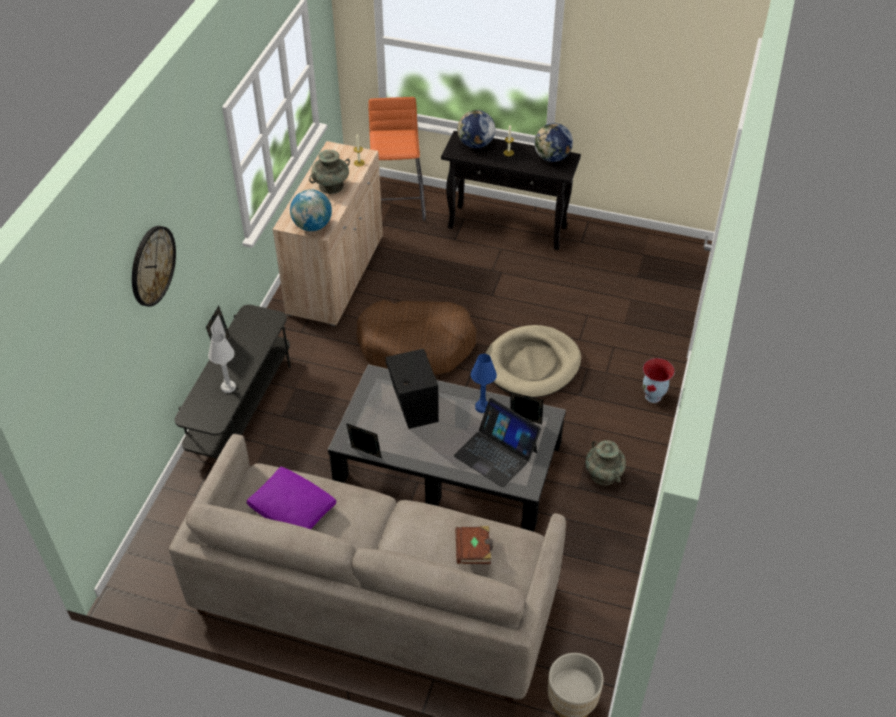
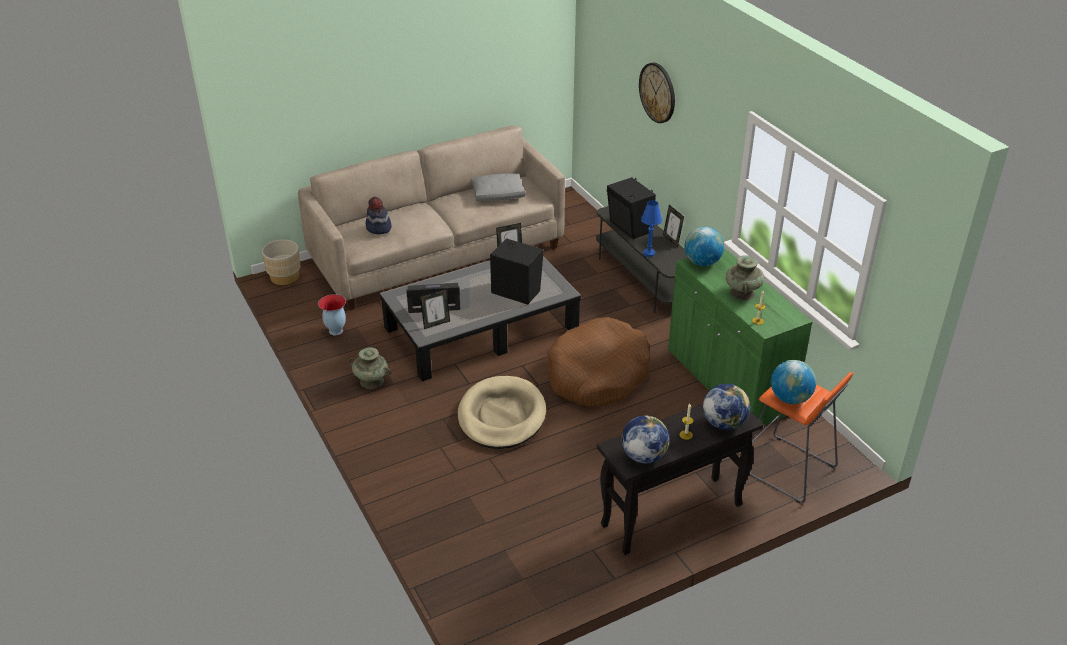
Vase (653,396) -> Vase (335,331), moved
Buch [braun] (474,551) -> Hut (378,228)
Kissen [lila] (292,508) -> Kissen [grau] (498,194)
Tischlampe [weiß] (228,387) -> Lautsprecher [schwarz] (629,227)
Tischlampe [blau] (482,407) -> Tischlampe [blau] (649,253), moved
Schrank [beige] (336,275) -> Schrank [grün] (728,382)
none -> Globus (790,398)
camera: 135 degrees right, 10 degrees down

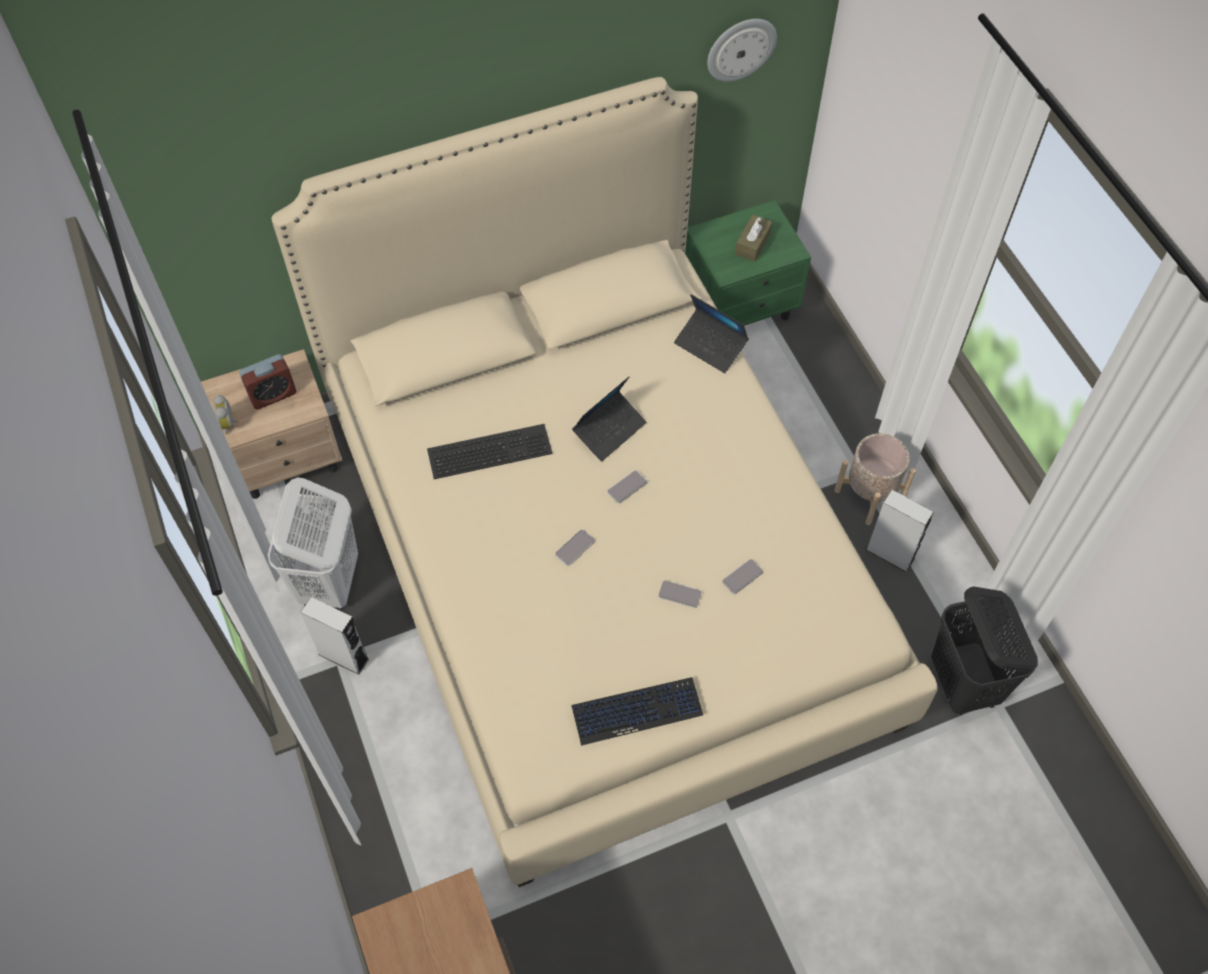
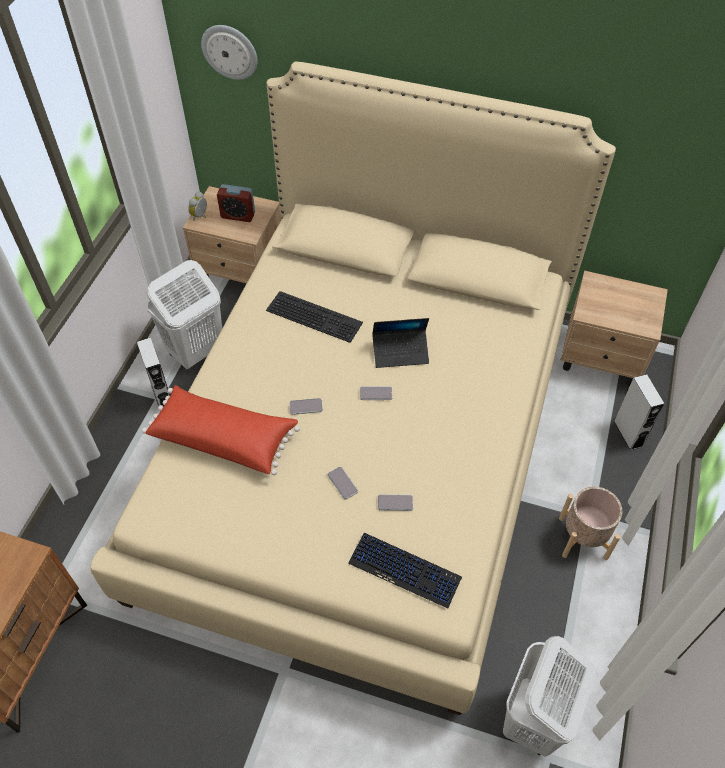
none -> Kissen [rot] (224,437)
Wanduhr (740,48) -> Wanduhr (230,51), moved
Tastatur (637,711) -> Tastatur (405,570), moved
Wäschekorb [schwarz] (963,684) -> Wäschekorb [weiß] (533,720)
Nachttisch [grün] (740,307) -> Nachttisch [beige] (602,358)
Lautsprecher [grau] (890,554) -> Lautsprecher [grau] (628,433), moved
Laptop (710,345) -> none
Taschentuchbox [braun] (752,244) -> none
camera: 40 degrees right, 5 degrees down

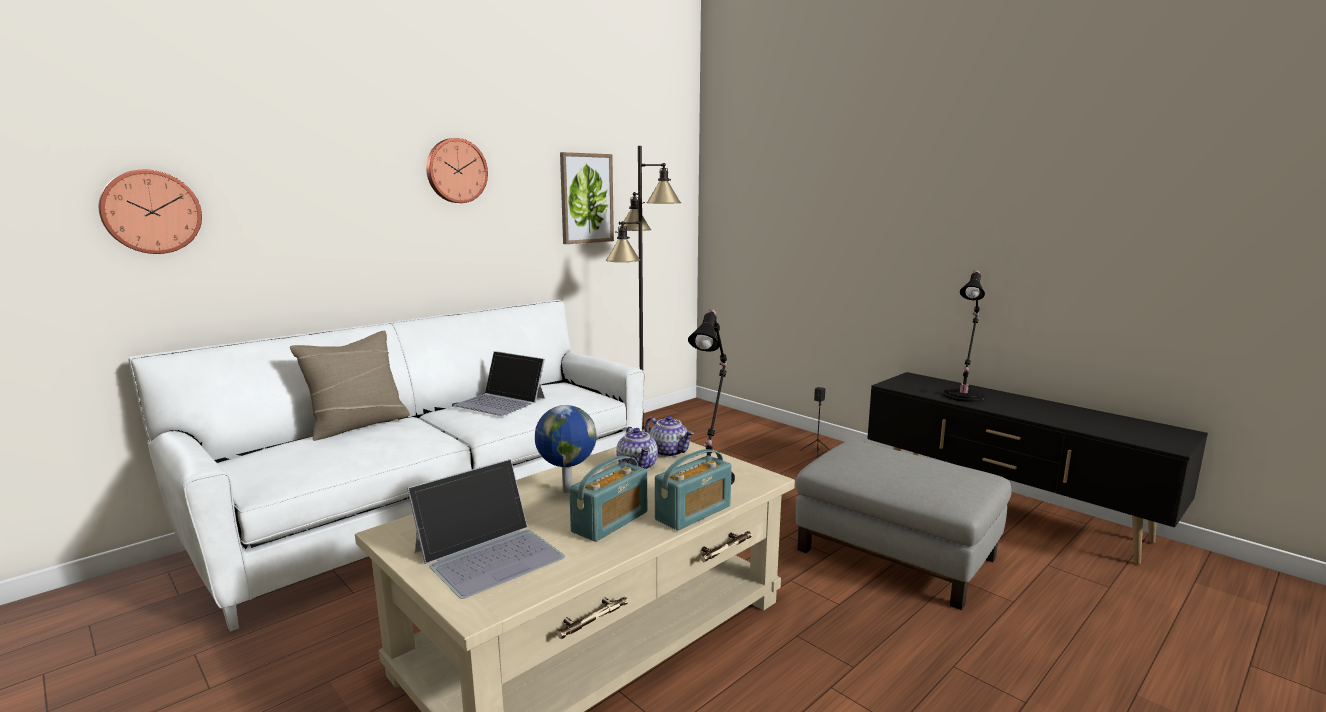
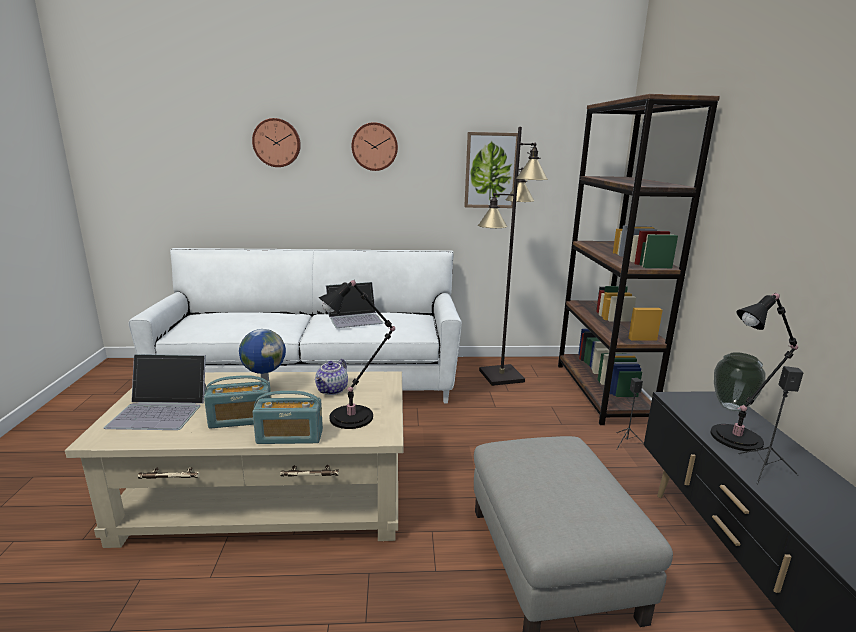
Wanduhr (151,212) -> Wanduhr (277,143), moved
Laptop (501,401) -> Laptop (355,318), 90 degrees counterclockwise
none -> Bücherregal [braun] (602,392)
none -> Vase (732,407)
none -> Lautsprecher [schwarz] (764,470)
Kissen [beige] (358,425) -> none
Teekanne (670,452) -> none
camera: 40 degrees right, 5 degrees up

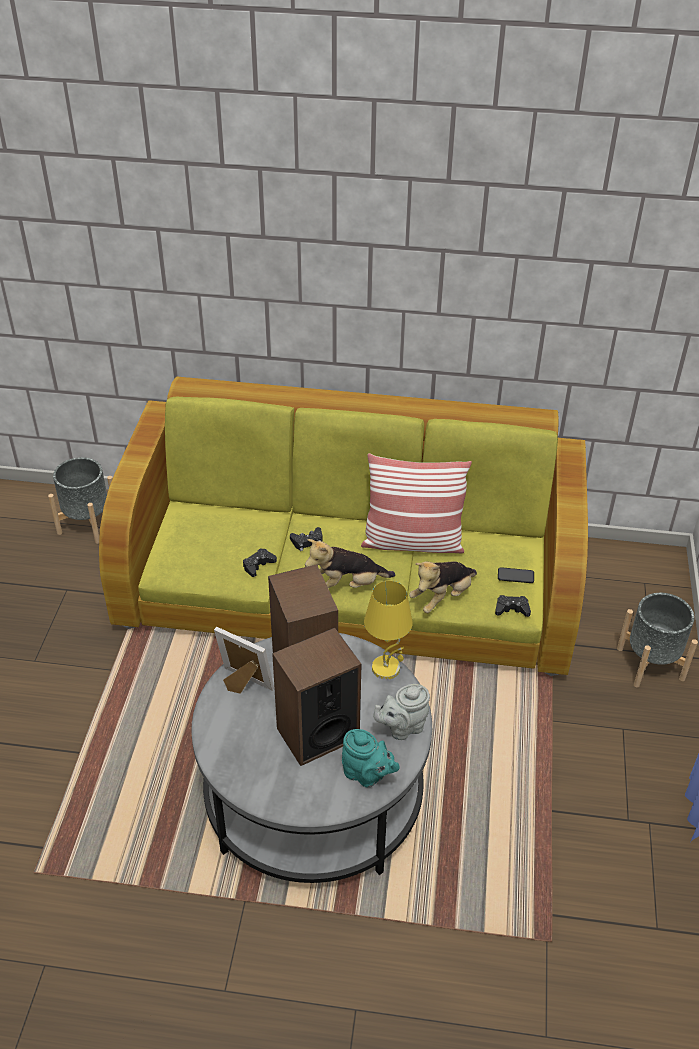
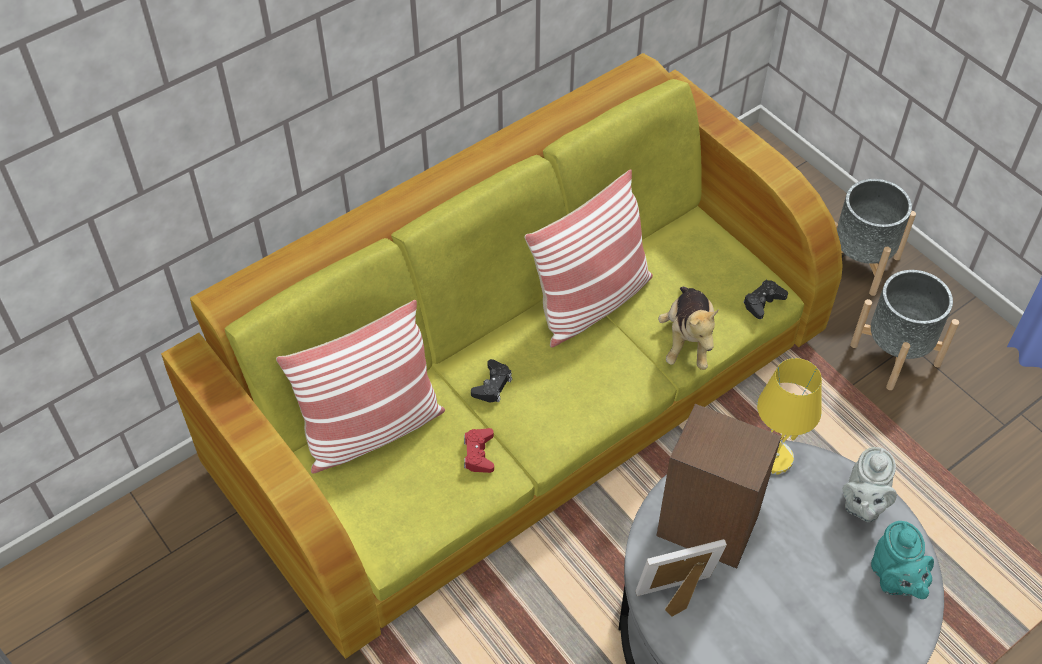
none -> Kissen (372,429)
Gamepad [schwarz] (258,565) -> Gamepad [rot] (479,454)
Pflanzkübel [grau] (88,523) -> Pflanzkübel [grau] (894,354), moved
Teekanne [türkis] (367,775) -> Teekanne [türkis] (895,580), 90 degrees clockwise
Lautsprecher (317,733) -> none
Plüschtier (347,586) -> none
Handy (515,576) -> none
camera: 45 degrees left, 10 degrees up

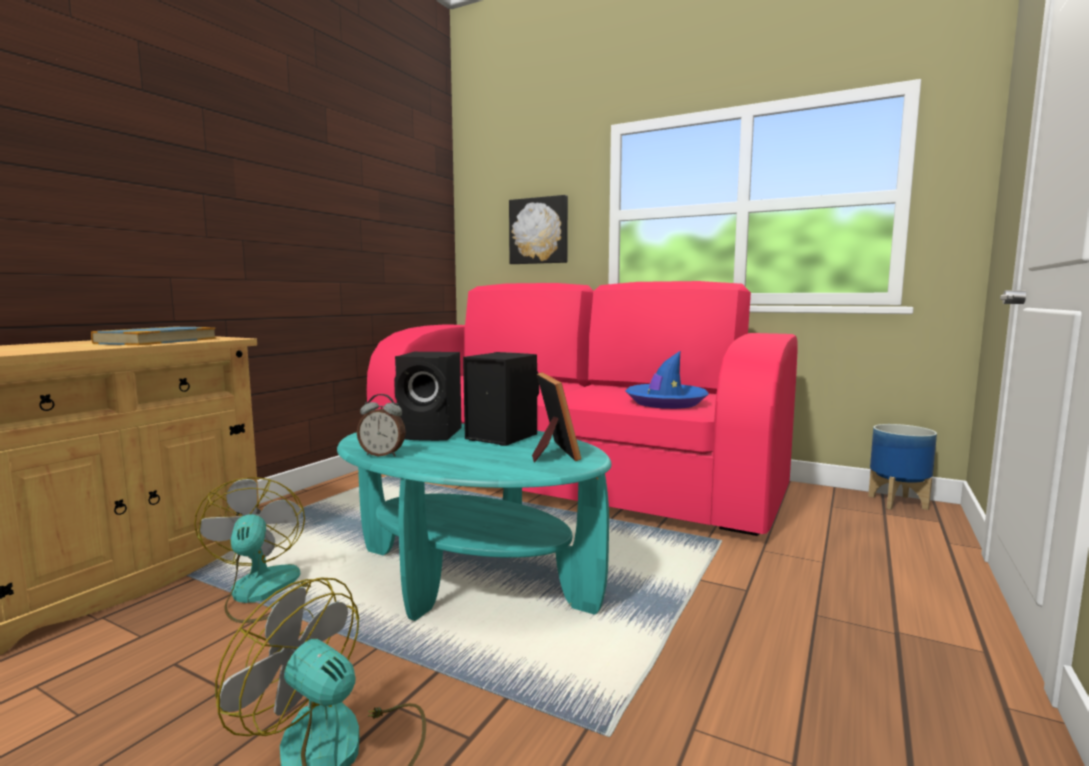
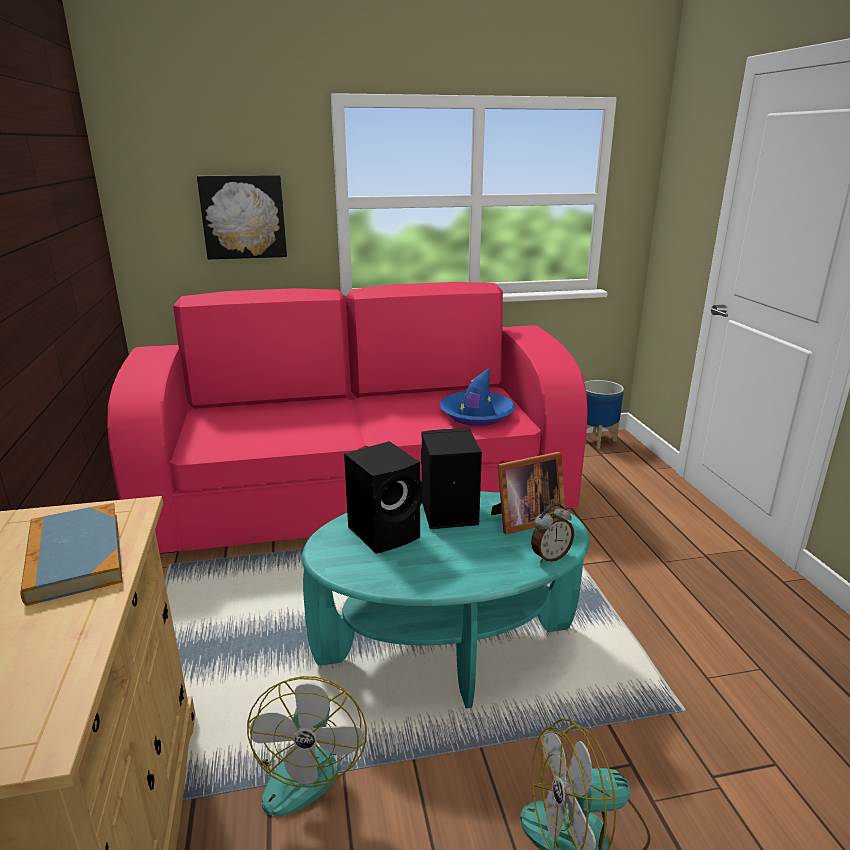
Ventilator (265,594) -> Ventilator (304,764), 120 degrees counterclockwise
Bilderrahmen (552,452) -> Bilderrahmen (524,520), 120 degrees clockwise
Wecker (382,454) -> Wecker (550,556), moved
camera: 40 degrees left, 15 degrees up

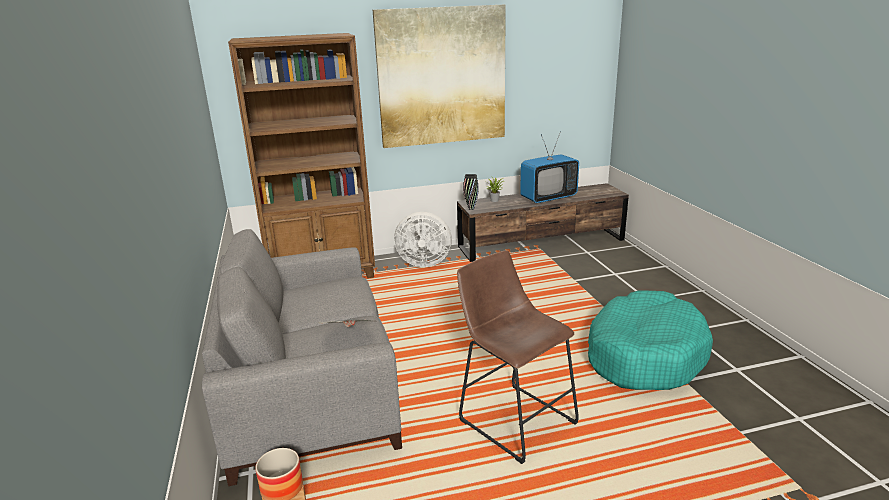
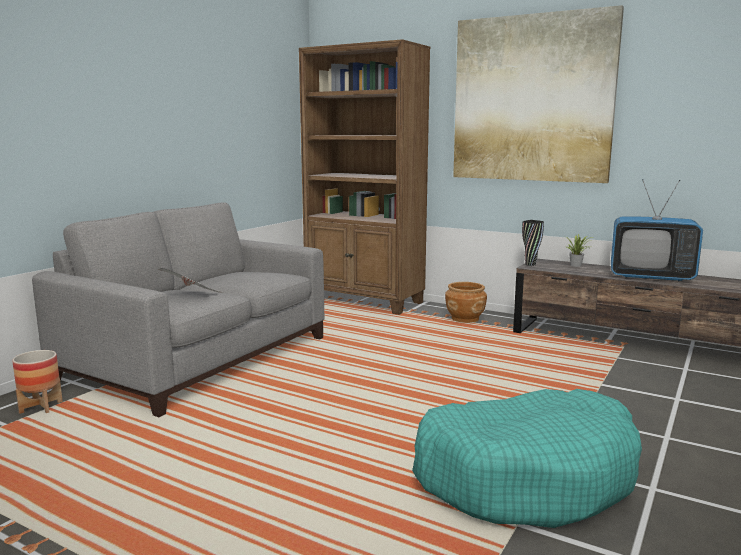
Ventilator [weiß] (423,262) -> Pflanzkübel [braun] (465,319)
Hocker [braun] (513,418) -> none
camera: 45 degrees right, 10 degrees down

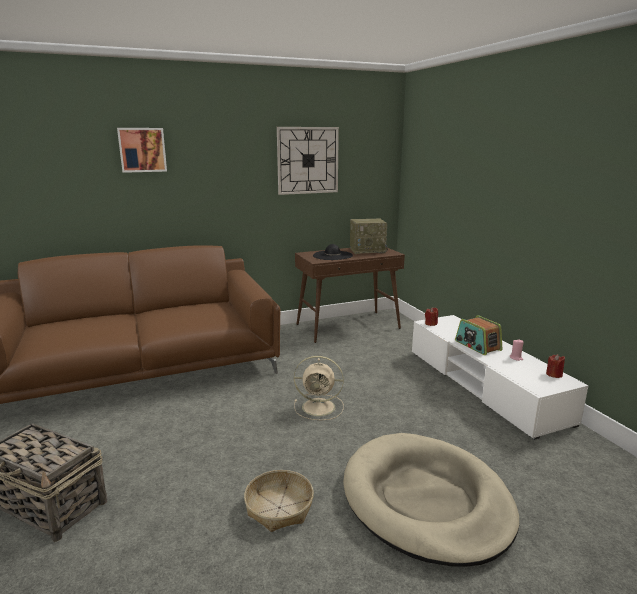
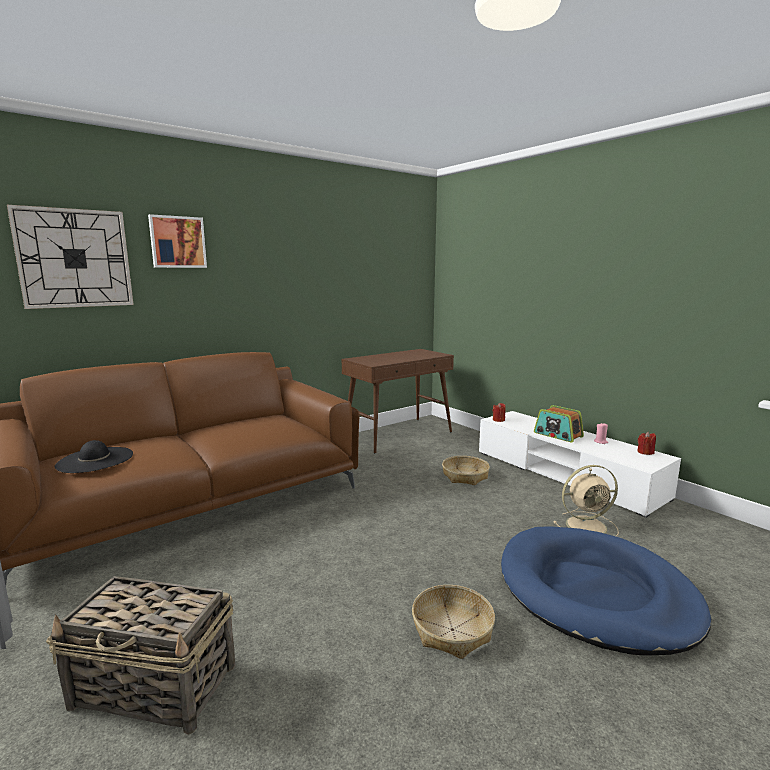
Wanduhr (307,160) -> Wanduhr (74,258), moved
Hut [schwarz] (332,255) -> Hut [schwarz] (95,460), moved
none -> Korb (465,476)
Hundebett [beige] (426,500) -> Hundebett [blau] (595,592)
Ventilator [beige] (320,407) -> Ventilator [beige] (588,526), moved
Radio (368,250) -> none
camera: 15 degrees left, 5 degrees down

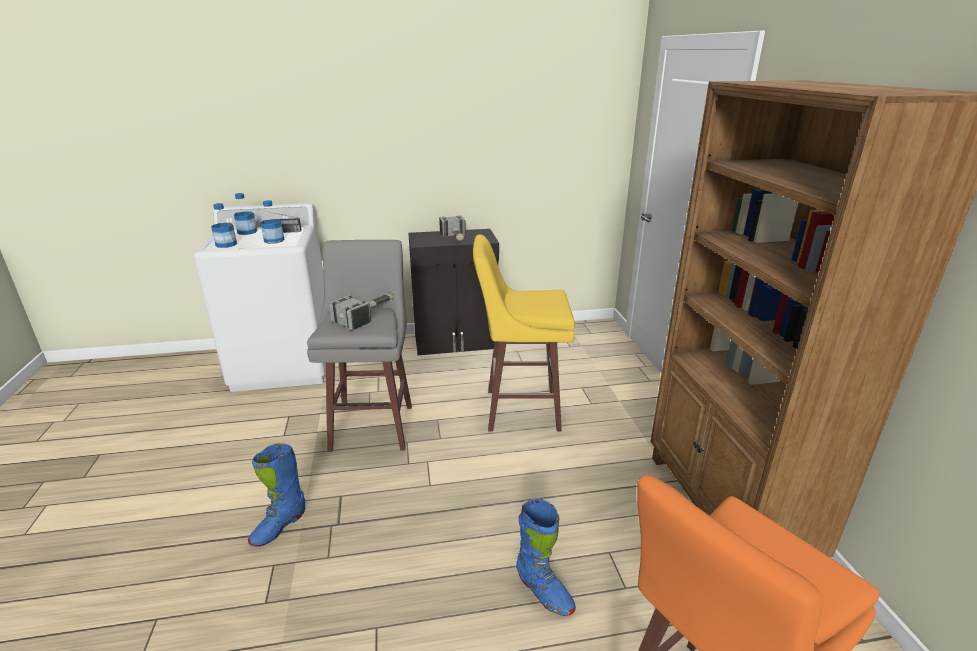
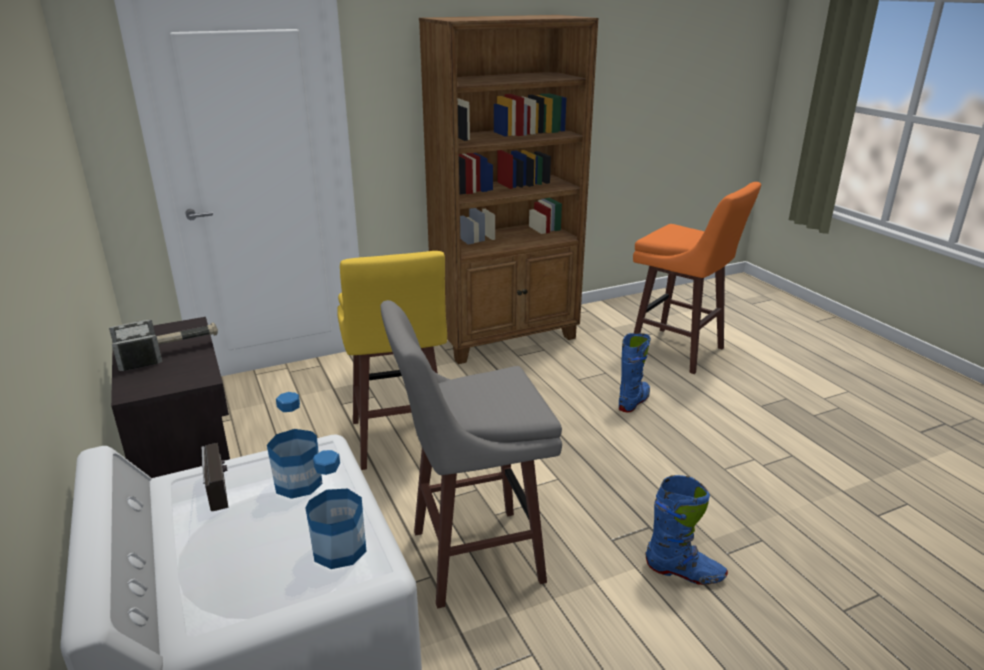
Flasche (247,232) -> none
Hammer (367,315) -> none
camera: 105 degrees left, 0 degrees up

